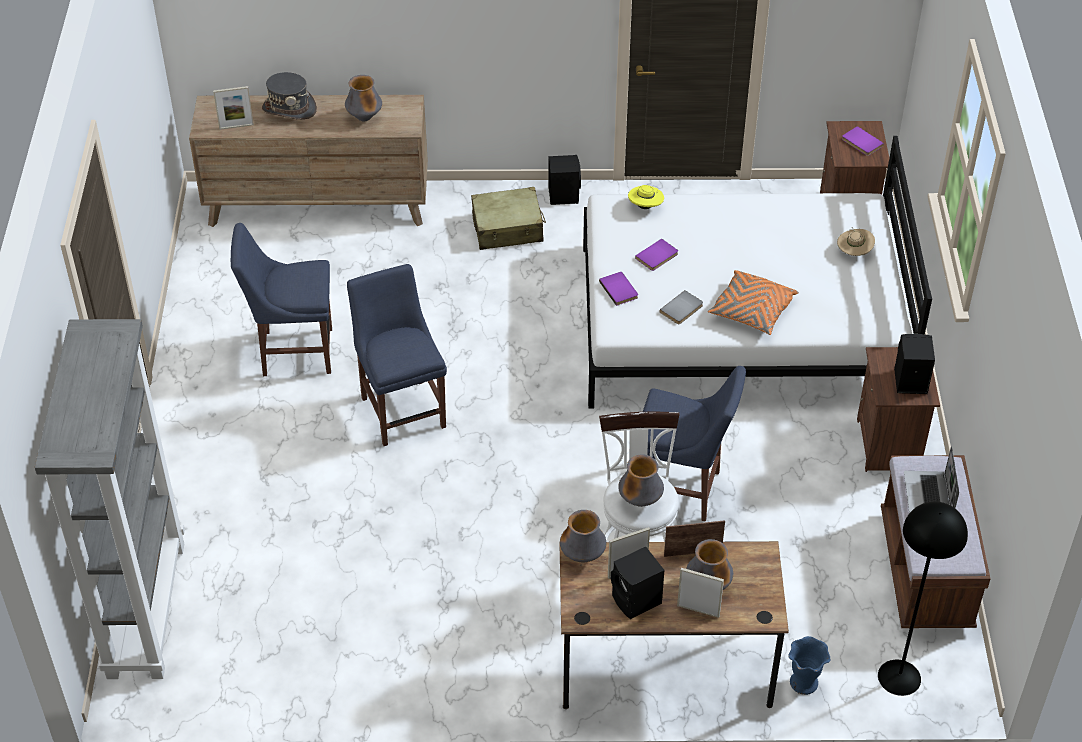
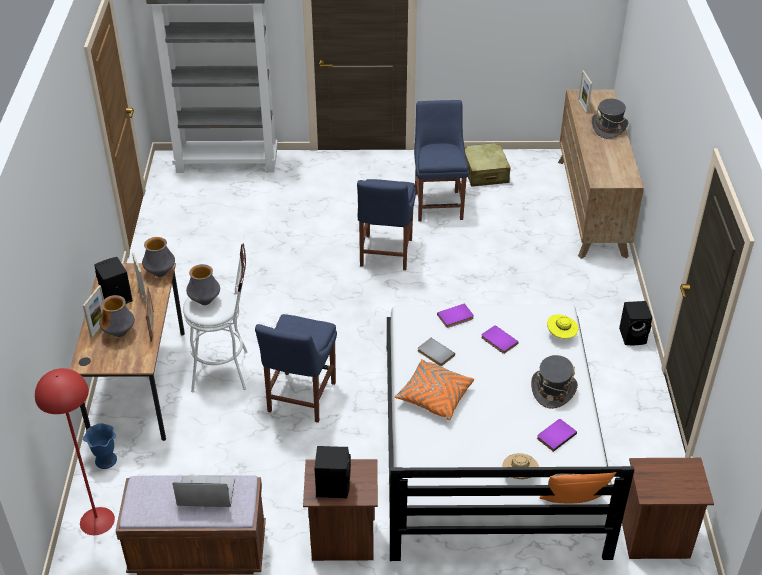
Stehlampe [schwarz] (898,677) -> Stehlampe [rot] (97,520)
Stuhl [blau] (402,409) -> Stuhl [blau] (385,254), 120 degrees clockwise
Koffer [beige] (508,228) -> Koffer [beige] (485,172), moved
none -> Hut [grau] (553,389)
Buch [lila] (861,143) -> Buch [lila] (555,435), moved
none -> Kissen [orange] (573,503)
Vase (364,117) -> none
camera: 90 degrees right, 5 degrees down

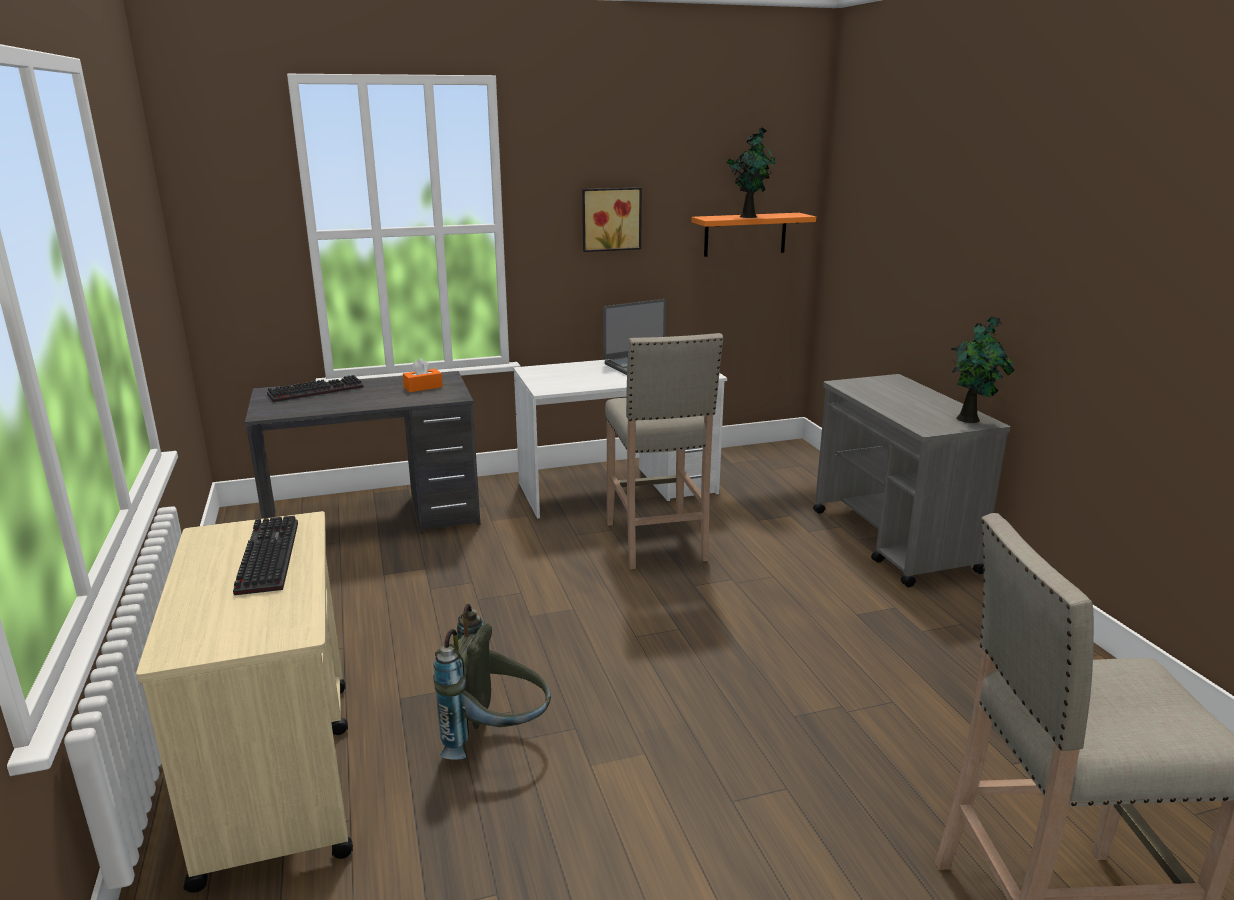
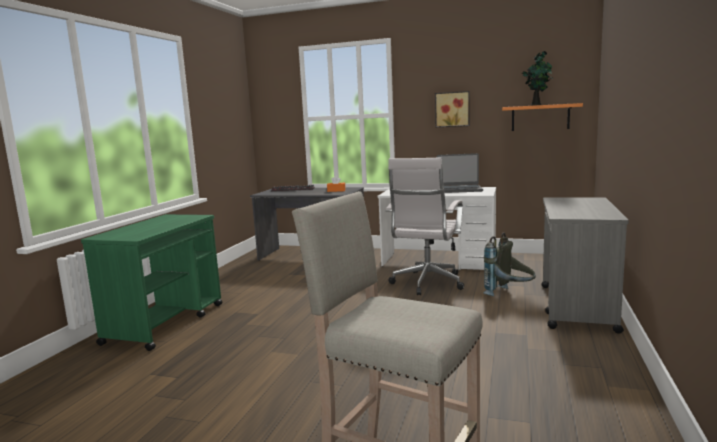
Rollwagen [beige] (279,774) -> Rollwagen [grün] (166,323)
Hocker [beige] (656,542) -> Bürostuhl [weiß] (426,284)
Rucksack [grau] (497,739) -> Rucksack [grau] (510,295), moved
Tastatur (265,556) -> none
Topfpflanze (970,419) -> none
camera: 35 degrees right, 10 degrees down

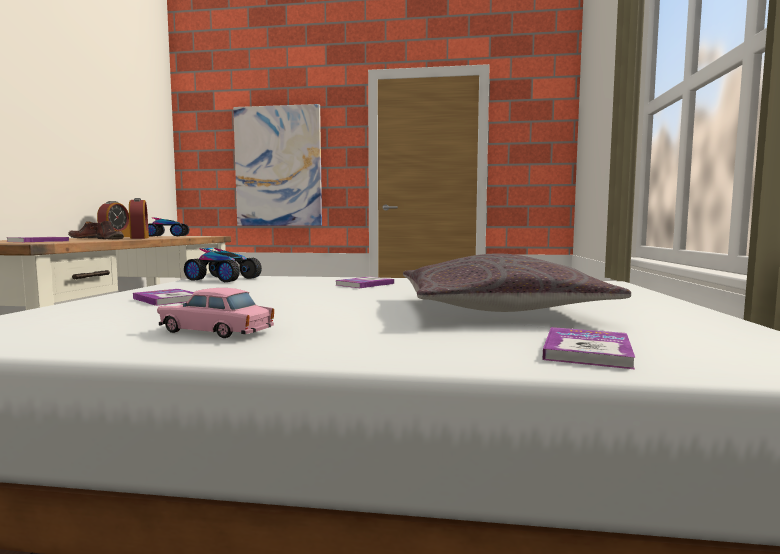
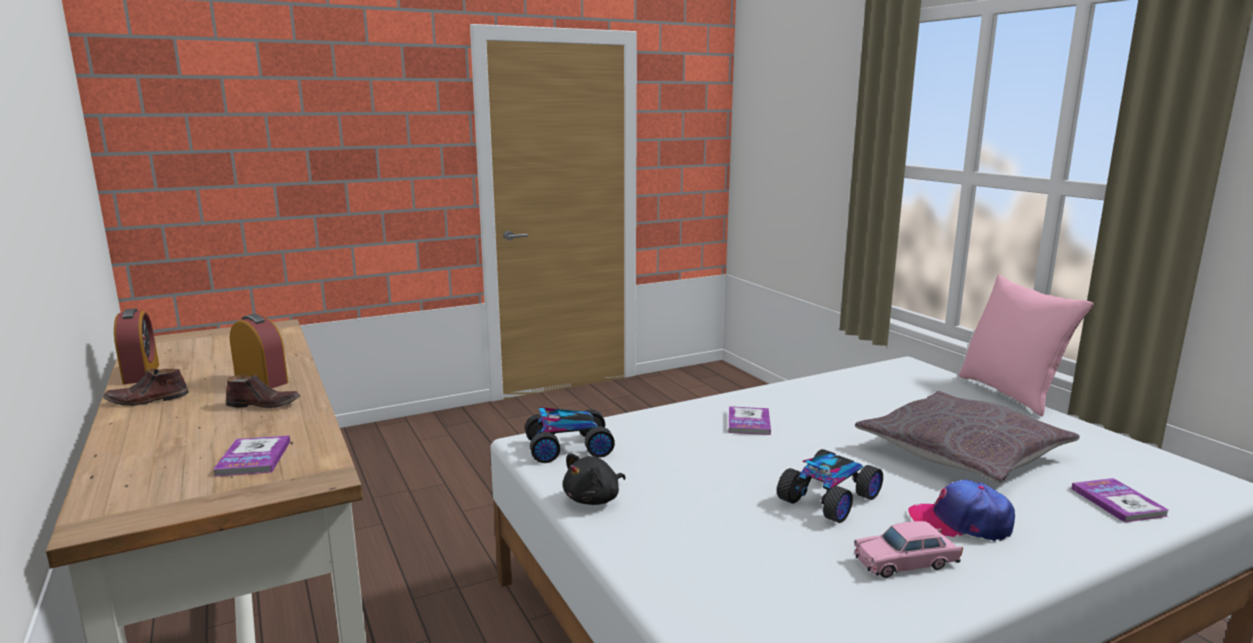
none -> Plüschtier [schwarz] (594,499)
Spielzeugauto (167,236) -> Spielzeugauto (830,499), moved
none -> Kappe (961,522)
none -> Kissen [rosa] (1011,393)
Buch (168,299) -> none
Bild (278,166) -> none
camera: 35 degrees left, 10 degrees up

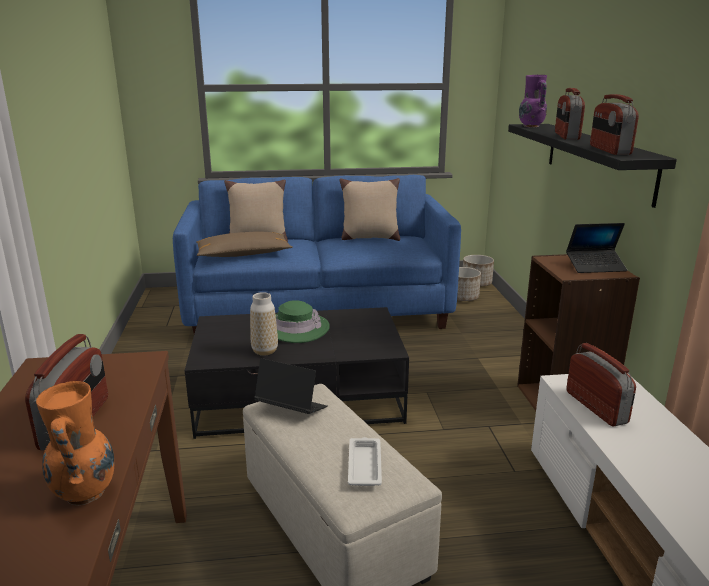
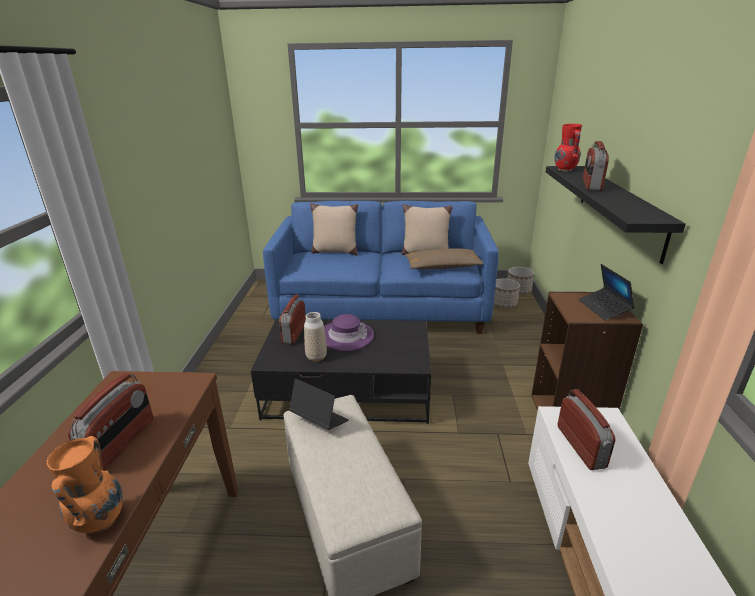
Radio (609,150) -> Radio (294,333), moved
Hut [grün] (295,328) -> Hut [lila] (346,336)
Kissen [braun] (243,254) -> Kissen [braun] (443,267), moved
Vase [lila] (531,126) -> Vase [rot] (564,170)
Laptop (595,266) -> Laptop (604,308), 75 degrees clockwise
Tablett [weiß] (364,465) -> none
camera: 10 degrees right, 5 degrees up

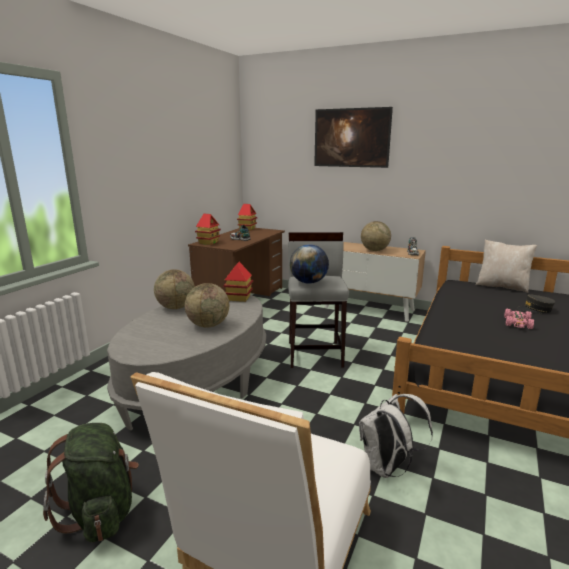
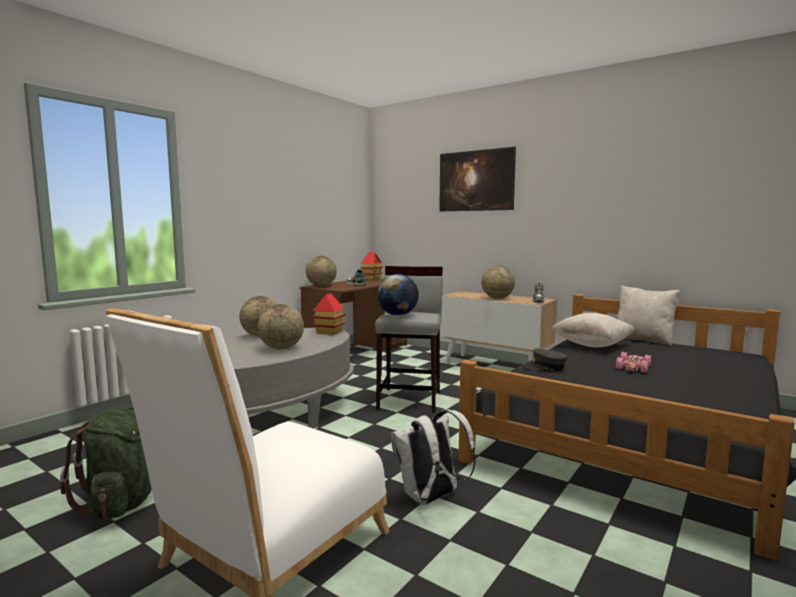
Spielzeughaus (208,242) -> Globus (321,286)
Kappe [grau] (535,310) -> Kappe [grau] (545,368), moved
none -> Kissen [beige] (591,345)
camera: 10 degrees right, 10 degrees down

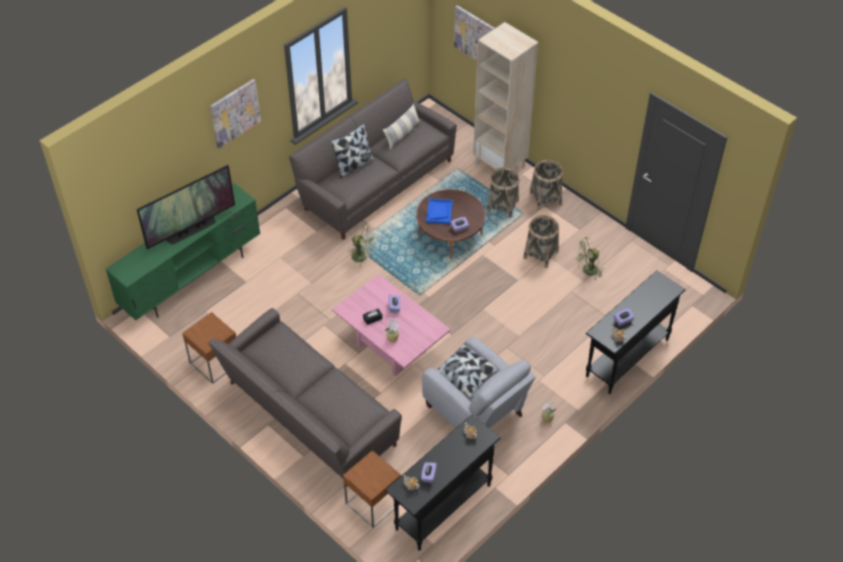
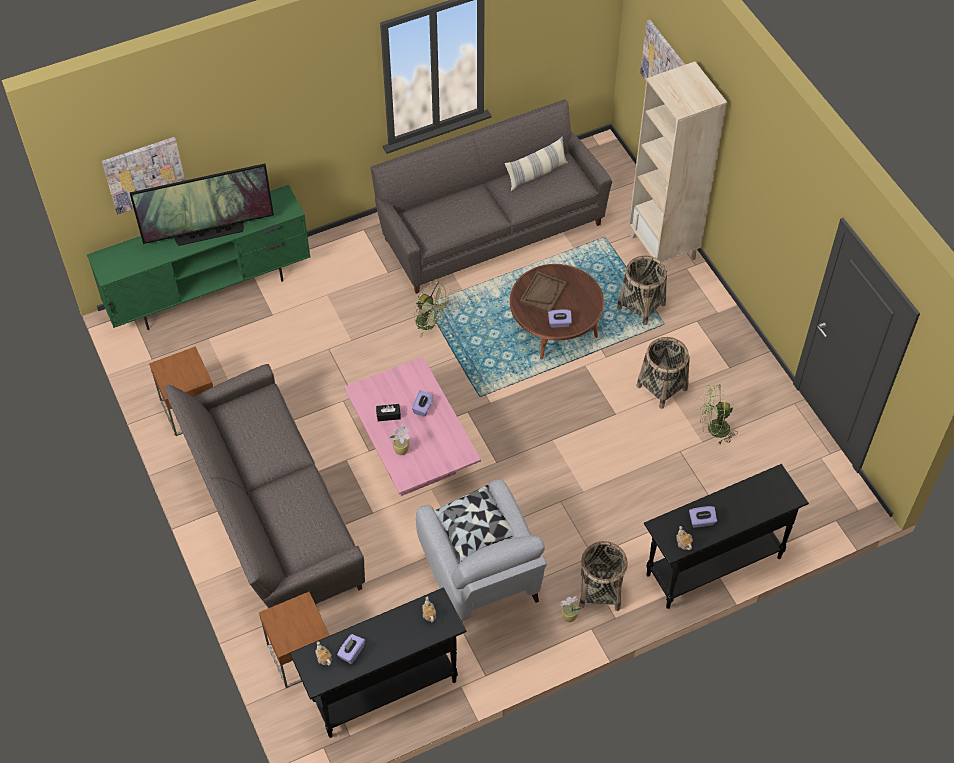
Bild (235,113) -> Bild (144,174), moved
Tablett [blau] (439,212) -> Tablett [braun] (543,293)
Korb (545,198) -> Korb (600,591), moved
Kissen (353,165) -> none
camera: 20 degrees right, 5 degrees up

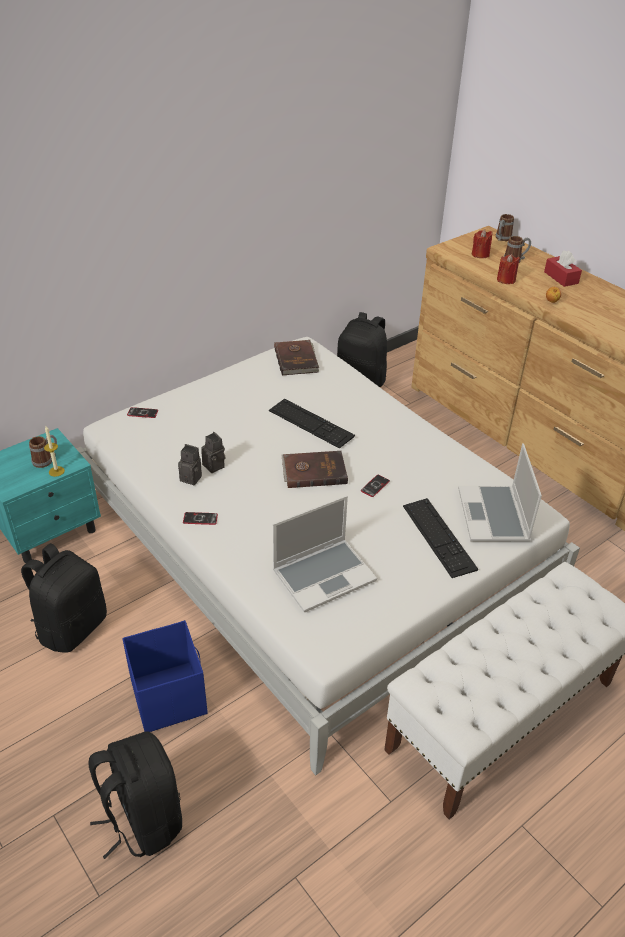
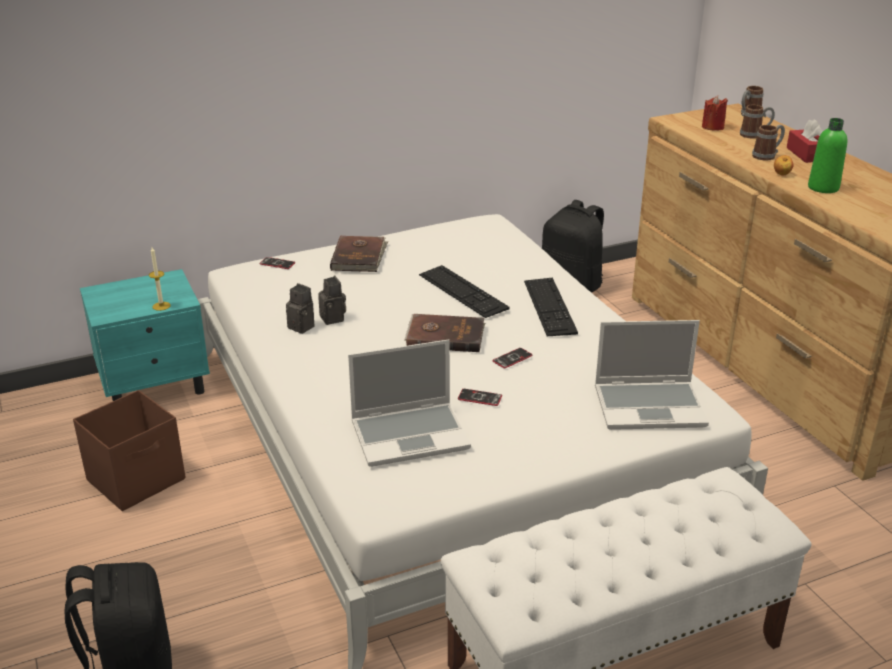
Rucksack [schwarz] (72,627) -> Aufbewahrungsbox [braun] (138,479)
Buch [braun] (297,359) -> Buch [braun] (359,256), moved
Handy (200,519) -> Handy (479,398), moved
Tastatur (438,537) -> Tastatur (549,306), moved
Laptop (494,516) -> Laptop (650,406), 105 degrees counterclockwise
Henkelbecher (46,460) -> Henkelbecher (767,156), moved
none -> Flasche [grün] (823,188)
Aufbewahrungsbox [blau] (169,696) -> none
Kerze [rot] (506,280) -> none
camera: 15 degrees right, 10 degrees down

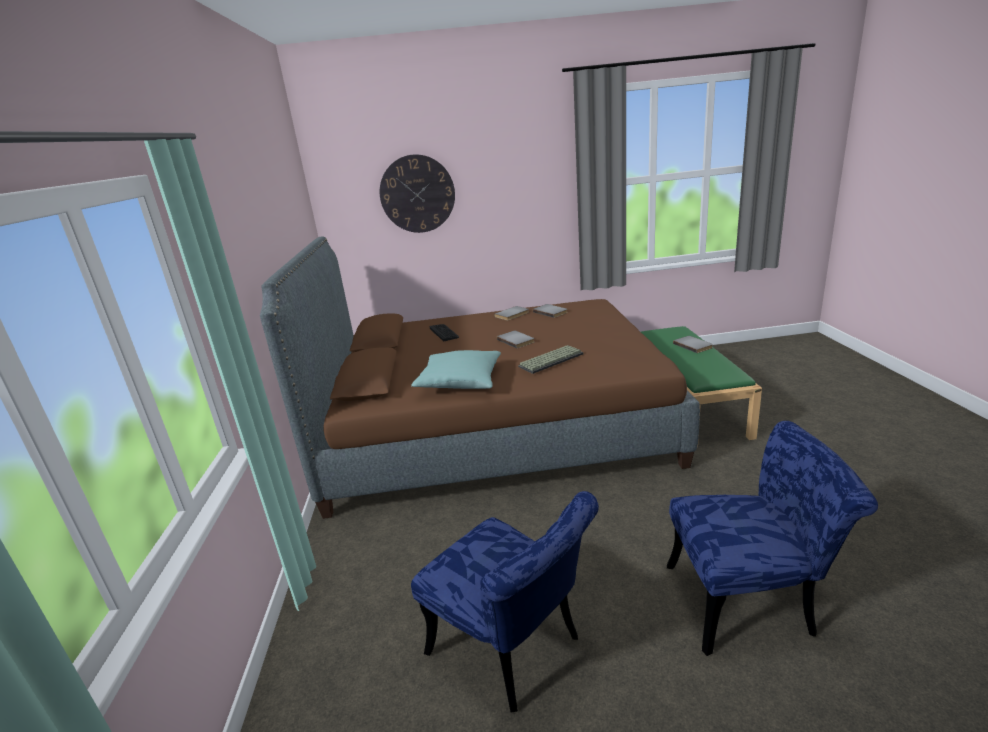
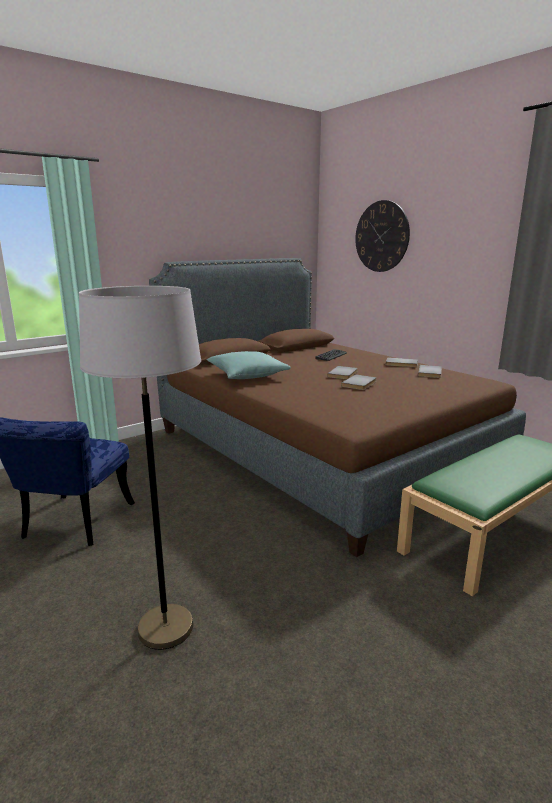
Stuhl [blau] (750,600) -> Stehlampe [grau] (165,628)
Buch [grau] (693,345) -> Buch [grau] (360,384), moved
Tastatur (551,360) -> none
camera: 55 degrees right, 5 degrees down

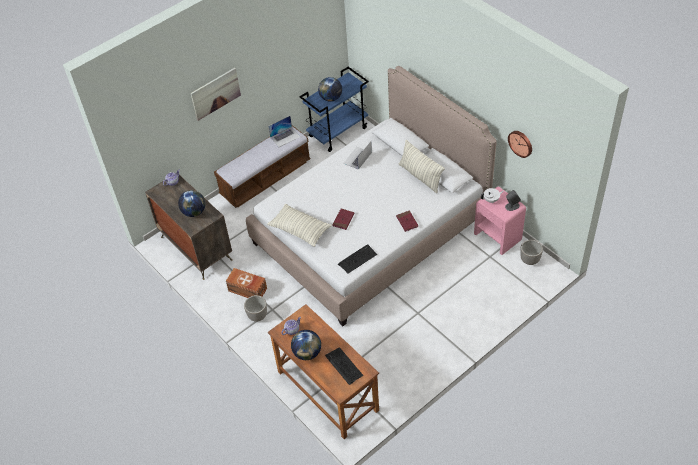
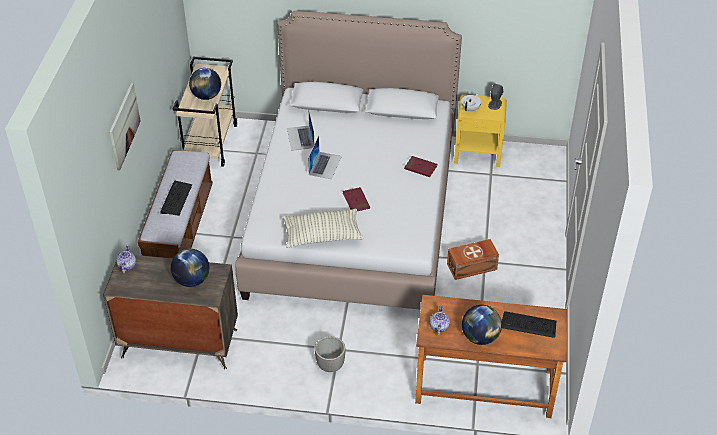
Tastatur (357,259) -> Tastatur (176,199), moved
Rollwagen [blau] (338,132) -> Rollwagen [beige] (210,143)
Laptop (285,137) -> Laptop (325,165), moved
Aufbewahrungsbox [braun] (248,290) -> Aufbewahrungsbox [braun] (472,267), moved
Nachttisch [rosa] (498,236) -> Nachttisch [gelb] (478,153)
Kissen (420,176) -> none
Wanduhr (521,143) -> none
Pflanzkübel (529,260) -> none
camera: 45 degrees left, 5 degrees down

